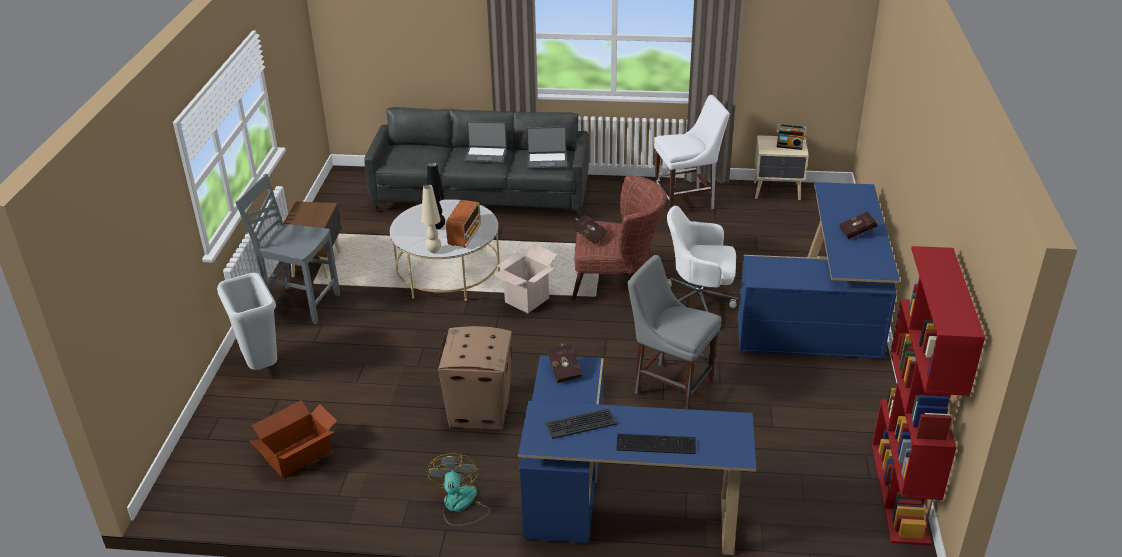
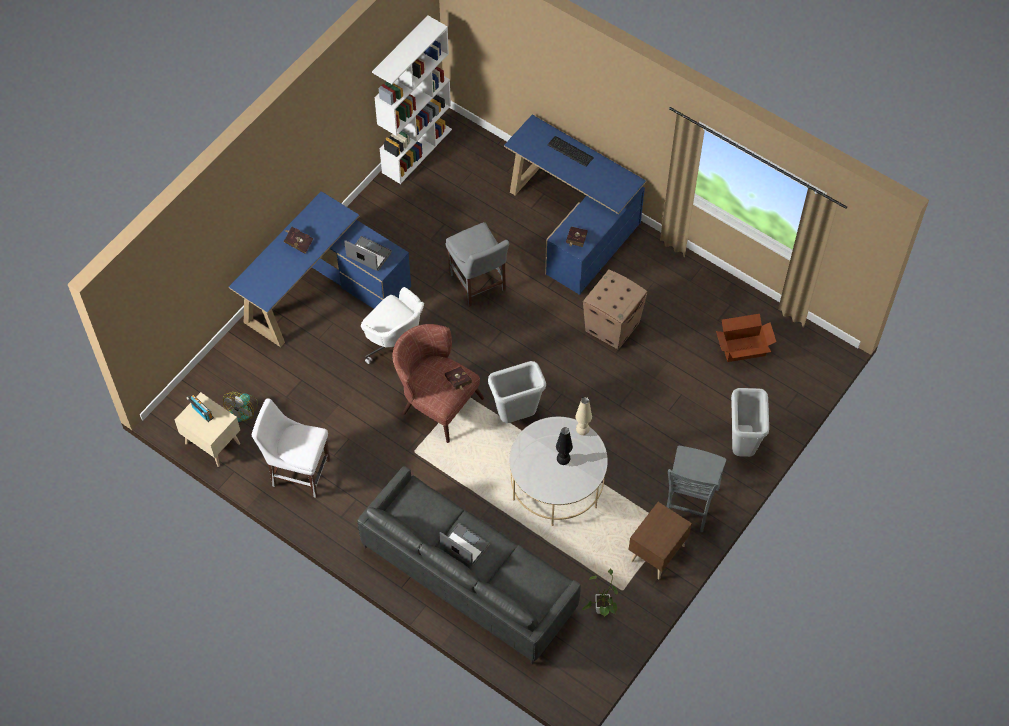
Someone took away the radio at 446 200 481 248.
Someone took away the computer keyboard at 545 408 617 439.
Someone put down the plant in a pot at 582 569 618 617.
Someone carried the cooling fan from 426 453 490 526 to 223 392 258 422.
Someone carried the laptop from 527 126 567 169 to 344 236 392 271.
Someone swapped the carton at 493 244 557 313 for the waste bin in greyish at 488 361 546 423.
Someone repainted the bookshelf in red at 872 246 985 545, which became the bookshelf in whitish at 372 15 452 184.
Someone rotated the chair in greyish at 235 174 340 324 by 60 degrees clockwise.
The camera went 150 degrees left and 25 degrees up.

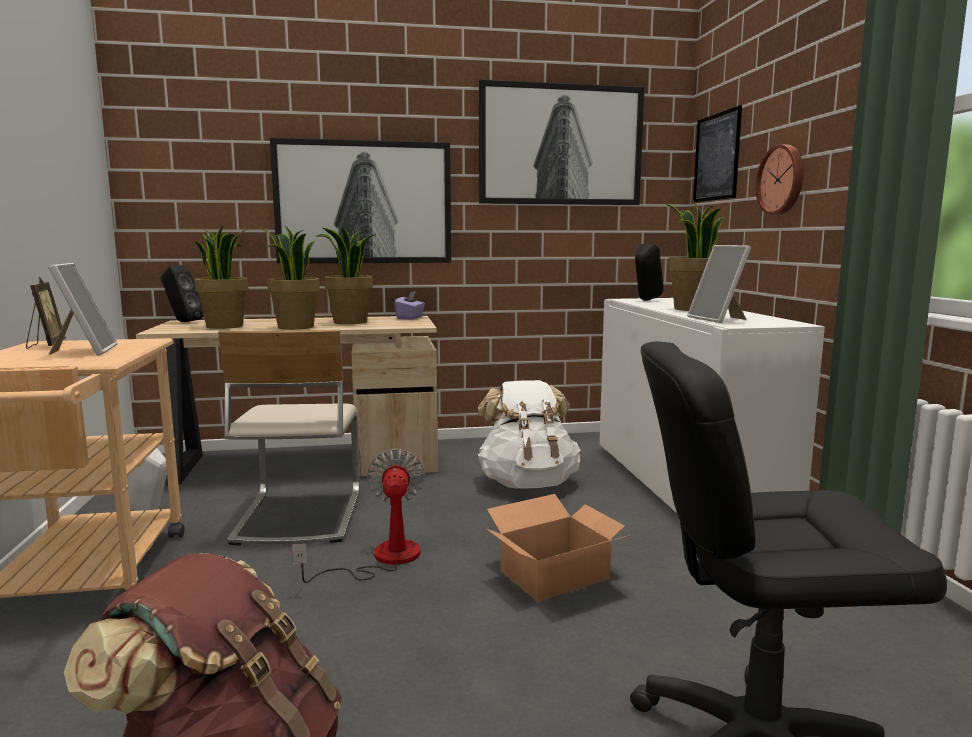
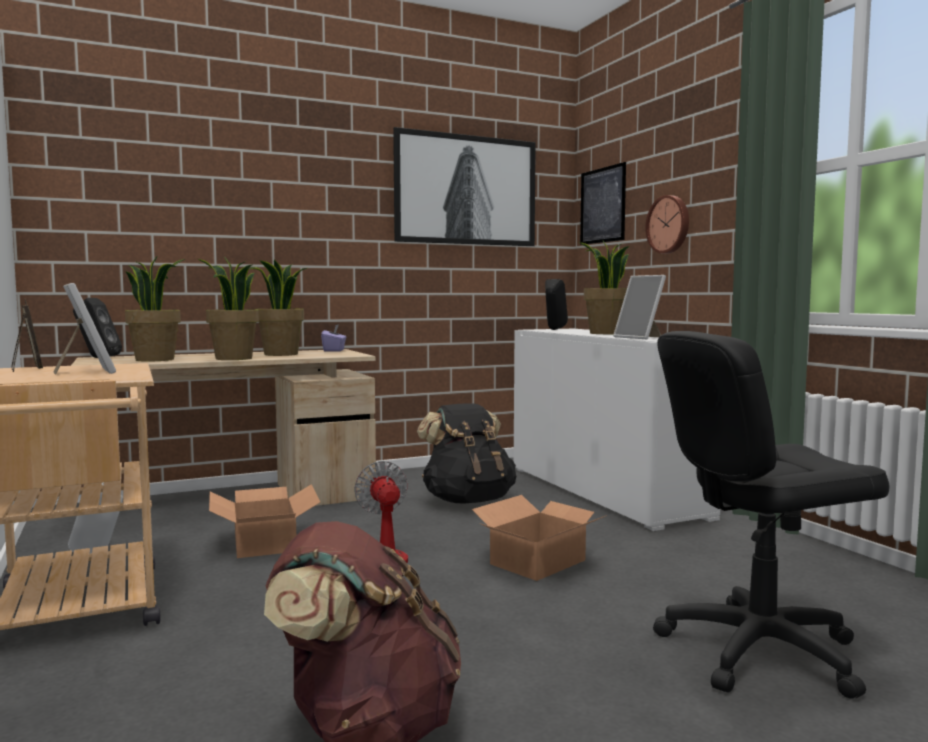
Someone took away the wall picture at 270 138 451 264.
Someone swapped the chair in beige at 218 330 360 545 for the carton at 209 484 320 558.
Someone repainted the rucksack in whitish at 477 380 580 489, which became the rucksack in blackish at 417 403 516 503.
The camera went 15 degrees left and 5 degrees down.

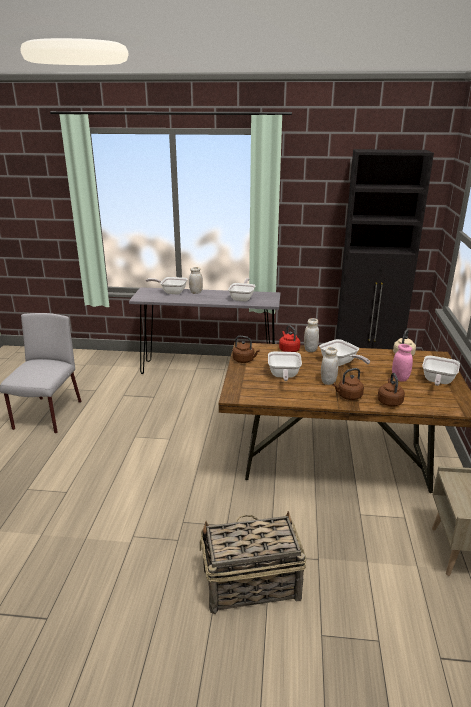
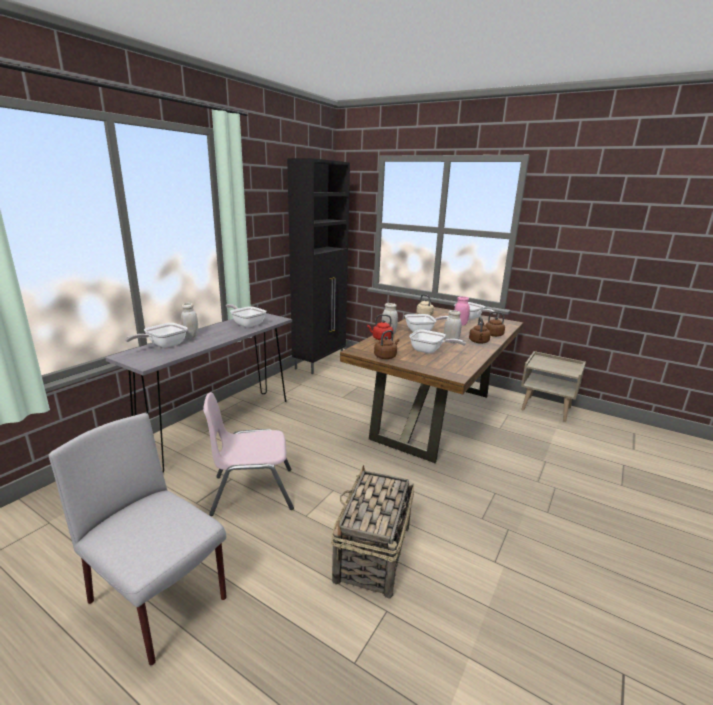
Someone put down the chair in pink-coloured at 203 392 294 516.
Someone carried the storage basket from 200 511 306 614 to 331 465 414 599.
The camera went 65 degrees left and 5 degrees down.

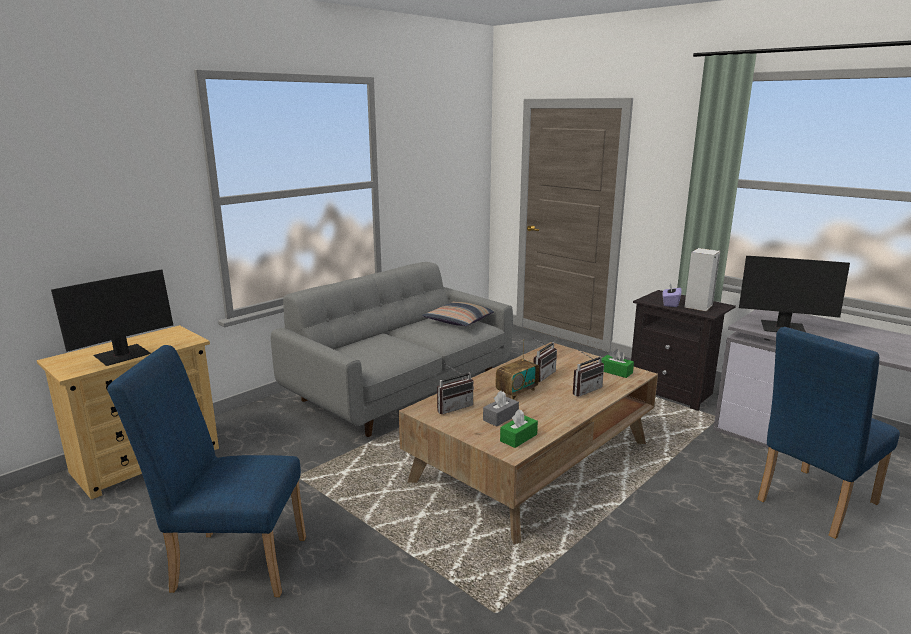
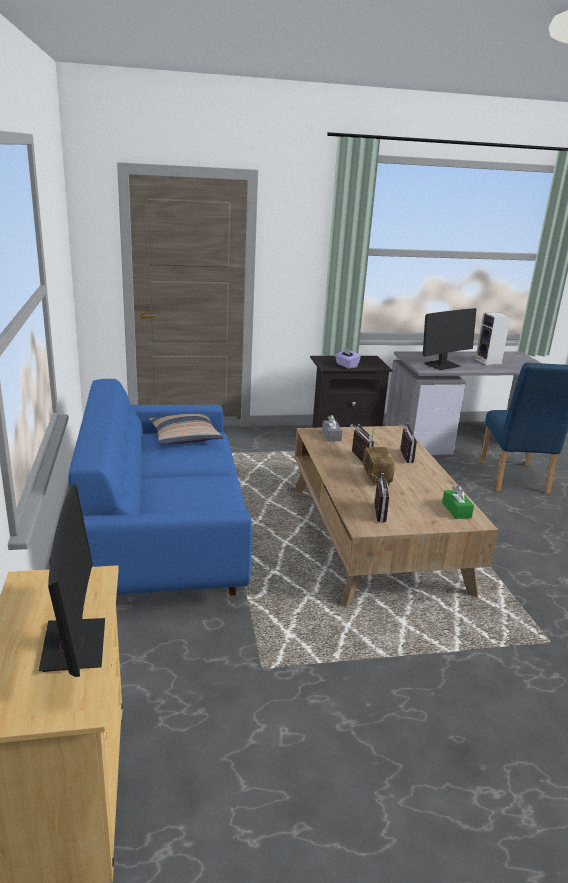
Someone took away the chair in bluish at 107 345 306 597.
Someone took away the tissue holder in green-coloured at 601 349 634 378.
Someone carried the tissue holder in greyish from 483 391 519 427 to 322 415 342 442.
Someone carried the speaker from 684 248 720 311 to 475 312 511 365.
Someone repainted the couch in greyish at 271 262 513 437, which became the couch in bluish at 68 379 253 596.
The camera went 55 degrees left and 5 degrees up.

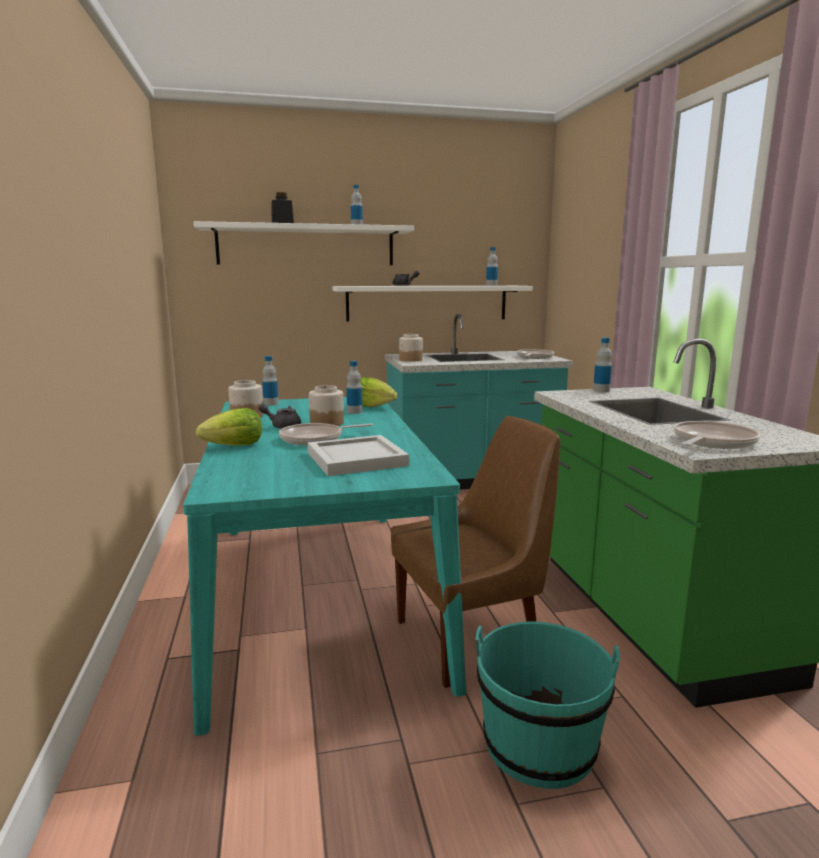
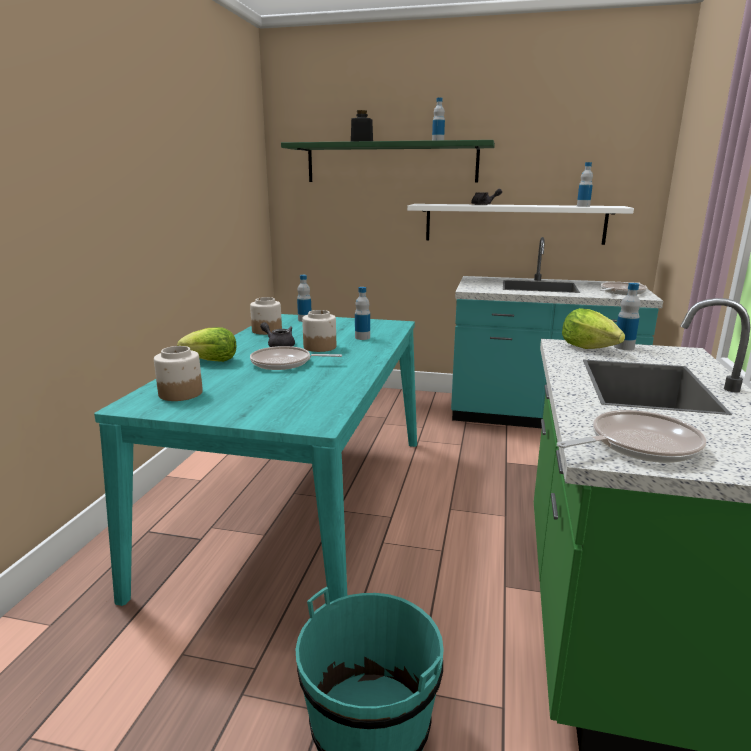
Someone took away the carrying tray in whitish at 308 435 409 476.
Someone took away the chair in brownish at 391 416 561 688.
Someone carried the lettuce head from 360 377 397 407 to 562 308 625 349.
Someone carried the storage jar from 399 334 423 362 to 154 346 203 401.
Someone repainted the bracket shelf in whitish at 194 221 414 265, which became the bracket shelf in green-coloured at 281 140 495 182.
The camera went 25 degrees right and 5 degrees up.

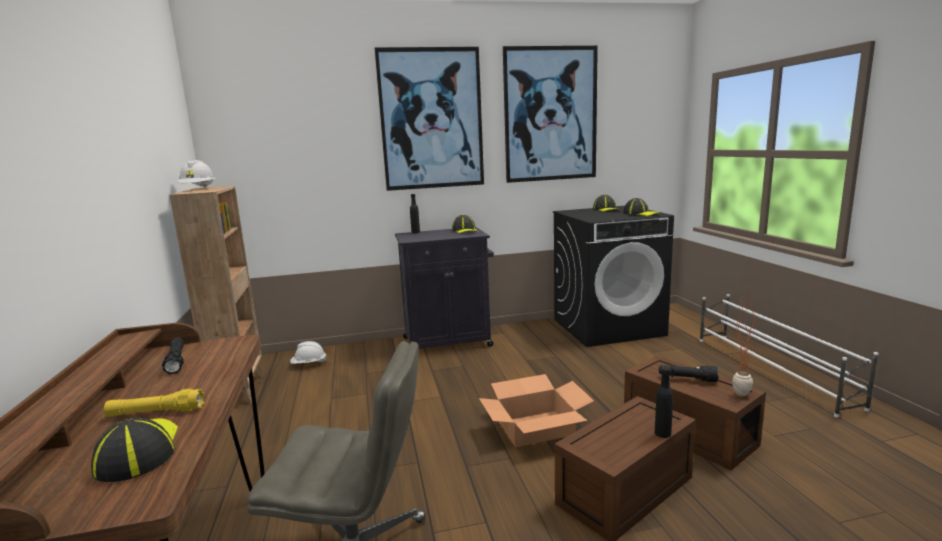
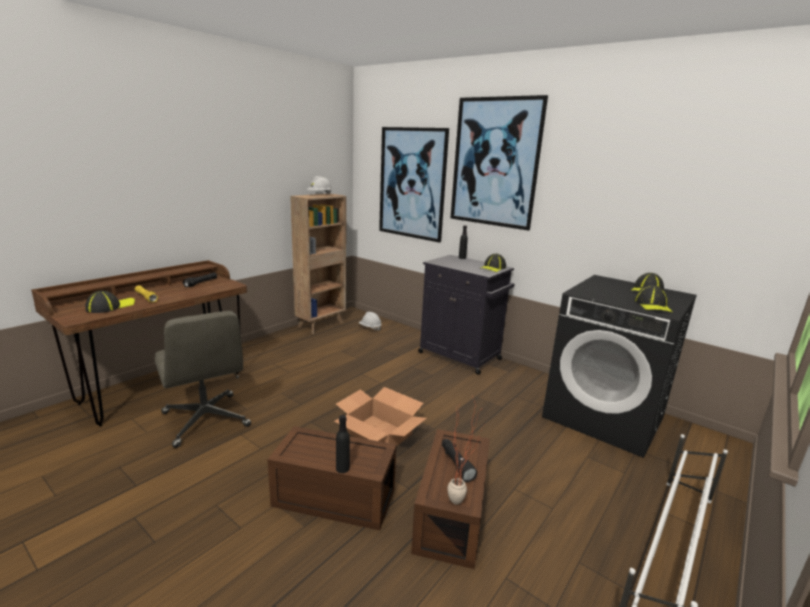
Someone carried the wall picture from 503 45 598 183 to 379 127 449 243.
The camera went 50 degrees right and 5 degrees up.

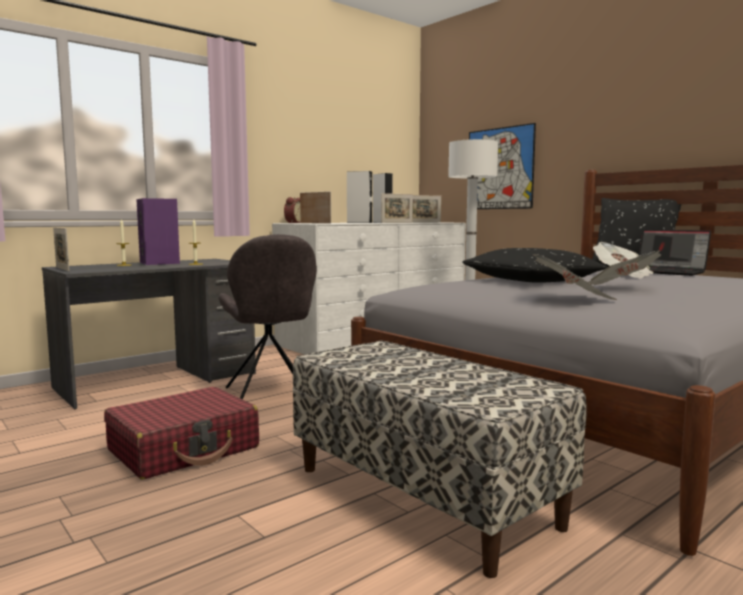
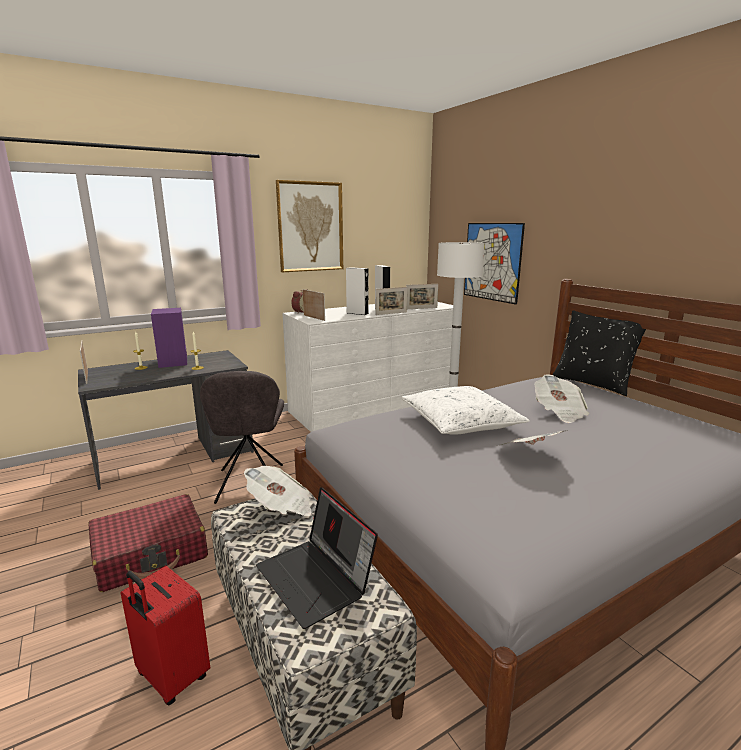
Someone put down the suitcase in red at 121 566 210 705.
Someone put up the wall picture at 276 180 343 272.
Someone carried the newspaper from 533 254 617 300 to 244 466 311 516.
Someone carried the laptop from 639 229 711 276 to 256 487 378 629.
Someone repainted the pillow in blackish at 462 248 608 283, which became the pillow in whitish at 402 386 530 435.
The camera went 10 degrees right and 10 degrees up.

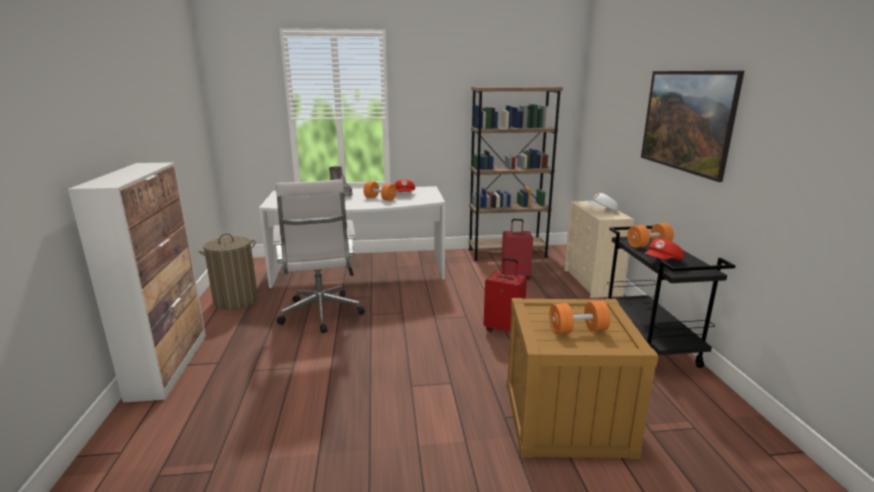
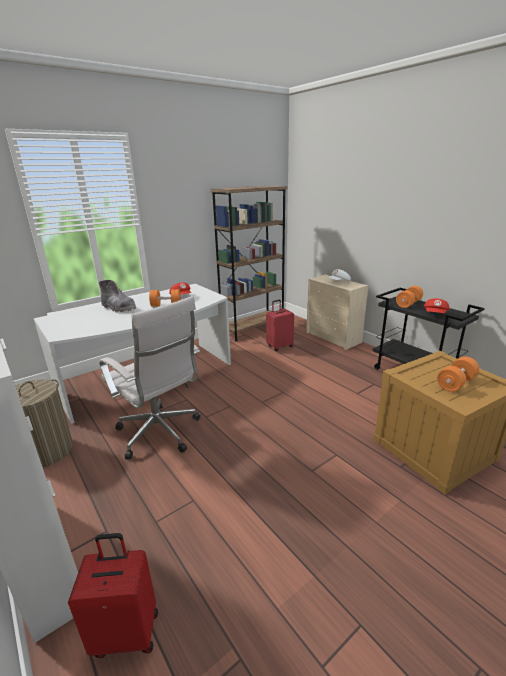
Someone took away the wall picture at 641 71 744 182.
Someone carried the suitcase in red from 484 258 527 332 to 68 533 158 658.
The camera went 30 degrees left and 5 degrees up.

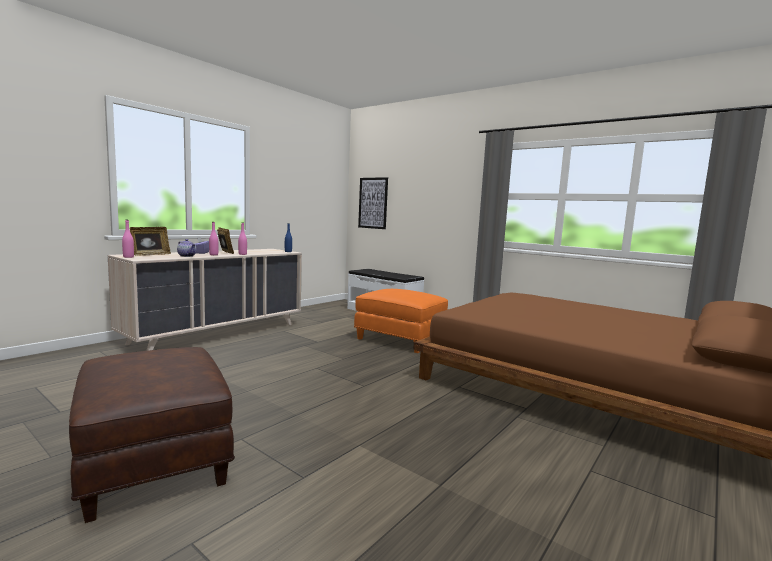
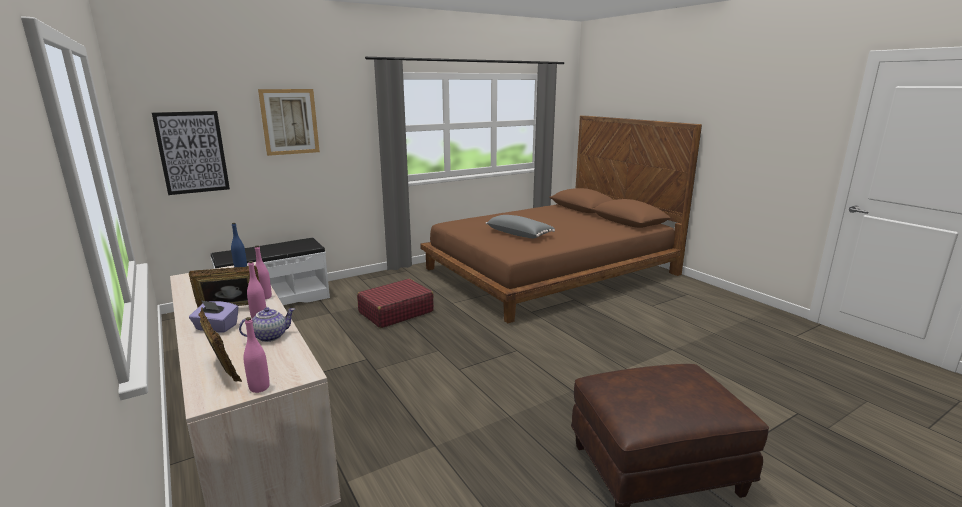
Someone put up the wall picture at 258 89 320 156.
Someone put down the pillow in greyish at 486 215 555 238.
Someone swapped the pouffe in orange at 354 289 448 353 for the suitcase in red at 357 279 434 328.
The camera went 70 degrees left and 10 degrees up.

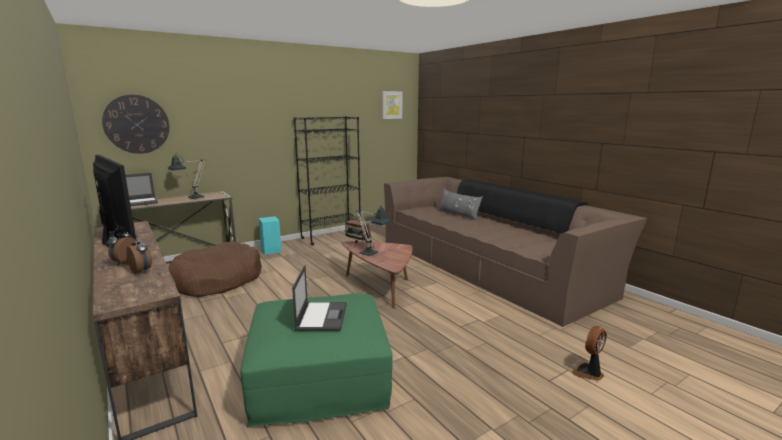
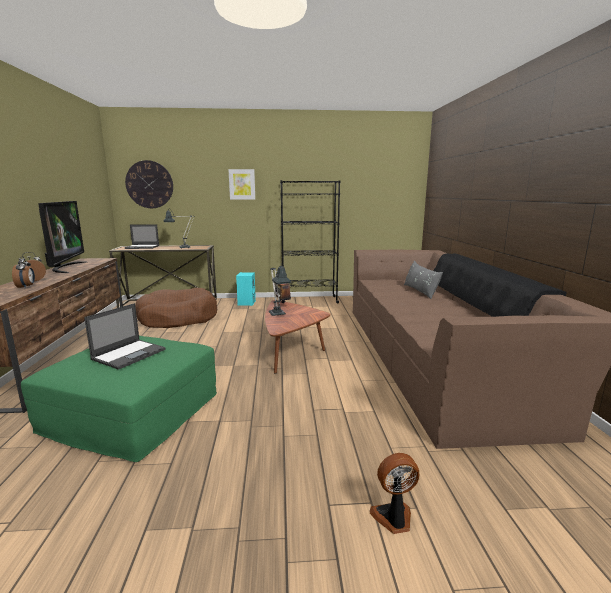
Someone carried the wall picture from 382 91 403 119 to 228 169 255 200.
The camera went 30 degrees right and 0 degrees up.

